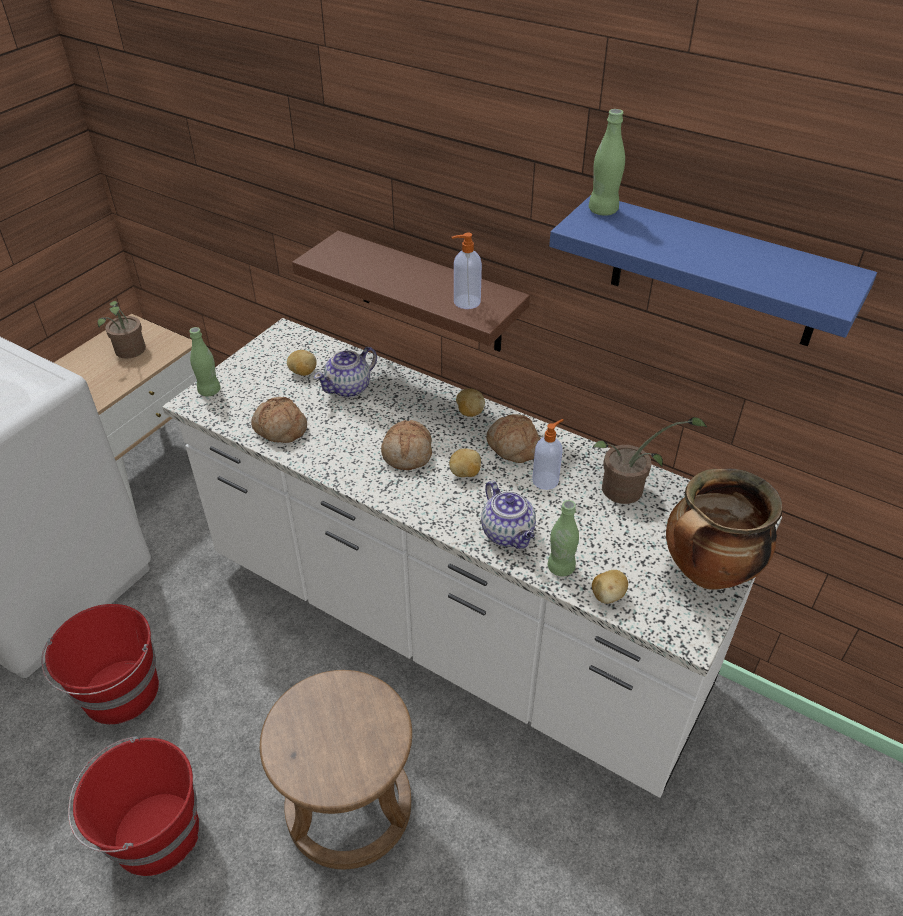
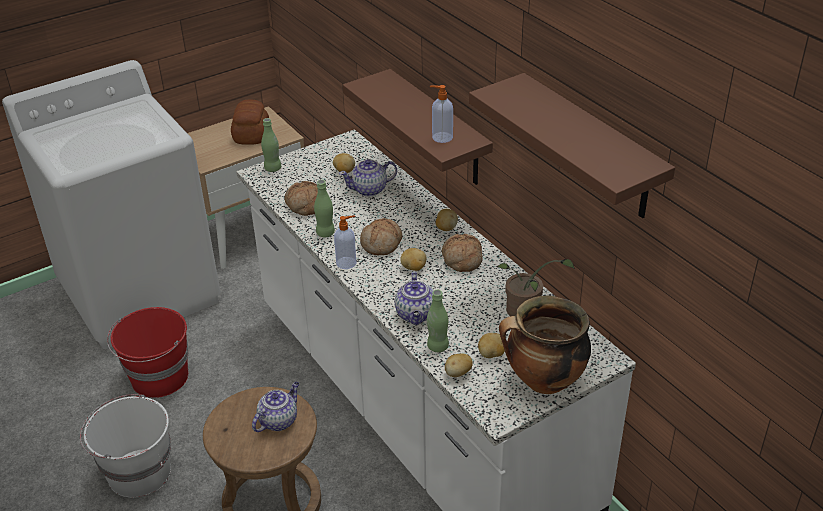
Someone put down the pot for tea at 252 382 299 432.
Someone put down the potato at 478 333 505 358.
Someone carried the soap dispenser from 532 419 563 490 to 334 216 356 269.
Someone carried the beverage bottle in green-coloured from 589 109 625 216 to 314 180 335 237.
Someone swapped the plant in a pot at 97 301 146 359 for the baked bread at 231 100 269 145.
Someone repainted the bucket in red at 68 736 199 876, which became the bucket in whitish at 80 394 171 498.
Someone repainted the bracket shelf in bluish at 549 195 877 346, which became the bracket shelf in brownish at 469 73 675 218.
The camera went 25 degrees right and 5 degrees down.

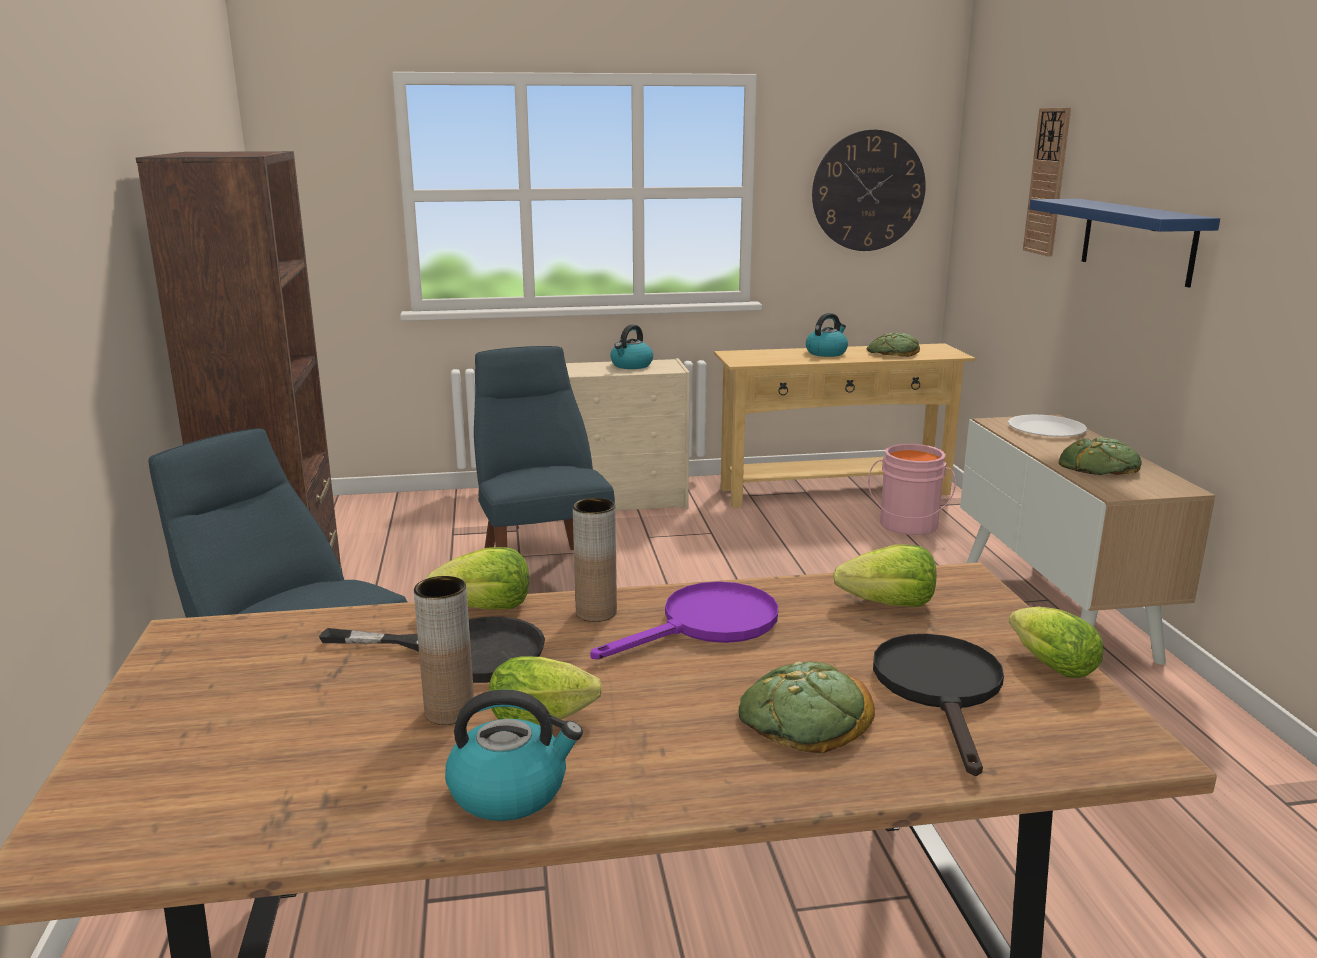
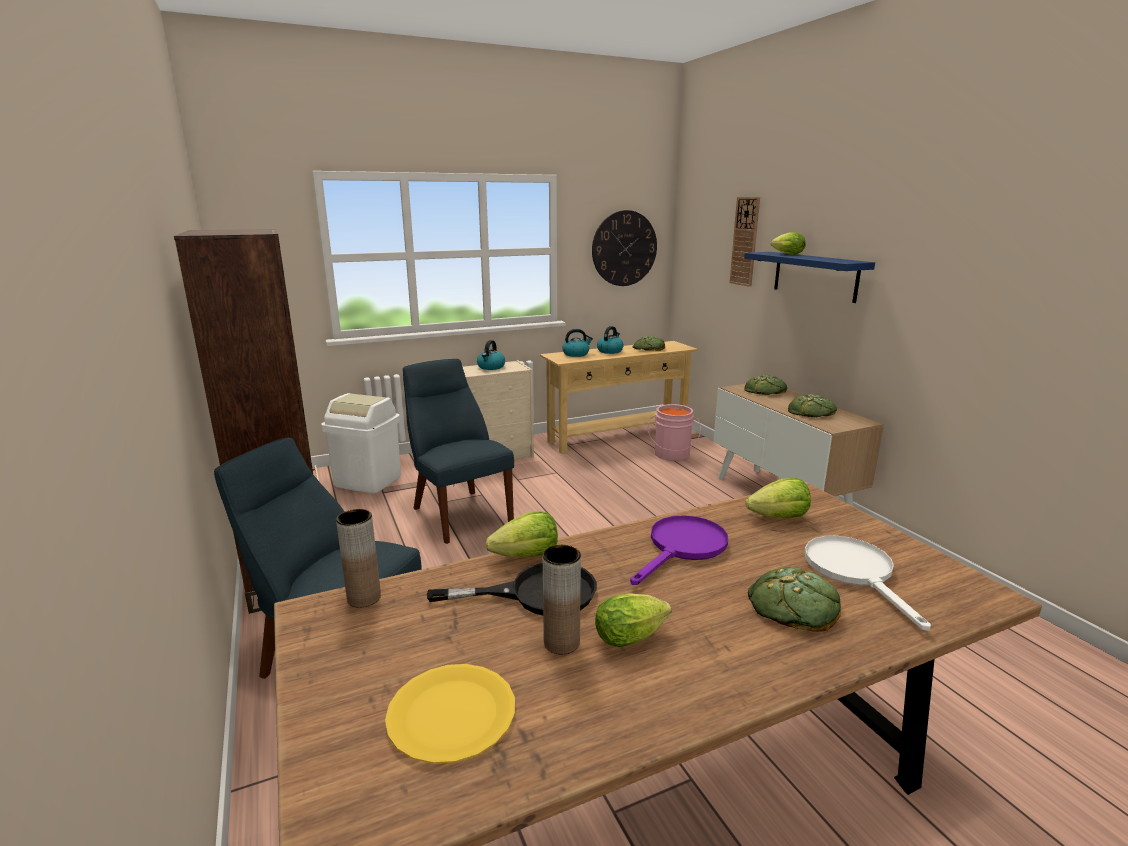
Someone put down the waste bin in whitish at 321 393 401 493.
Someone put down the dinner plate in yellowish at 385 664 515 764.
Someone carried the water kettle from 445 689 583 821 to 562 329 593 357.
Someone carried the vase in brownish from 573 498 617 622 to 336 509 381 608.
Someone carried the lettuce head from 1009 607 1103 678 to 771 232 806 255.
Someone swapped the dinner plate in whitish at 1008 414 1087 437 for the baked bread at 744 375 787 395.
Someone repainted the frying pan in blackish at 873 634 1004 776, which became the frying pan in whitish at 805 536 931 631.
The camera went 15 degrees left and 0 degrees up.

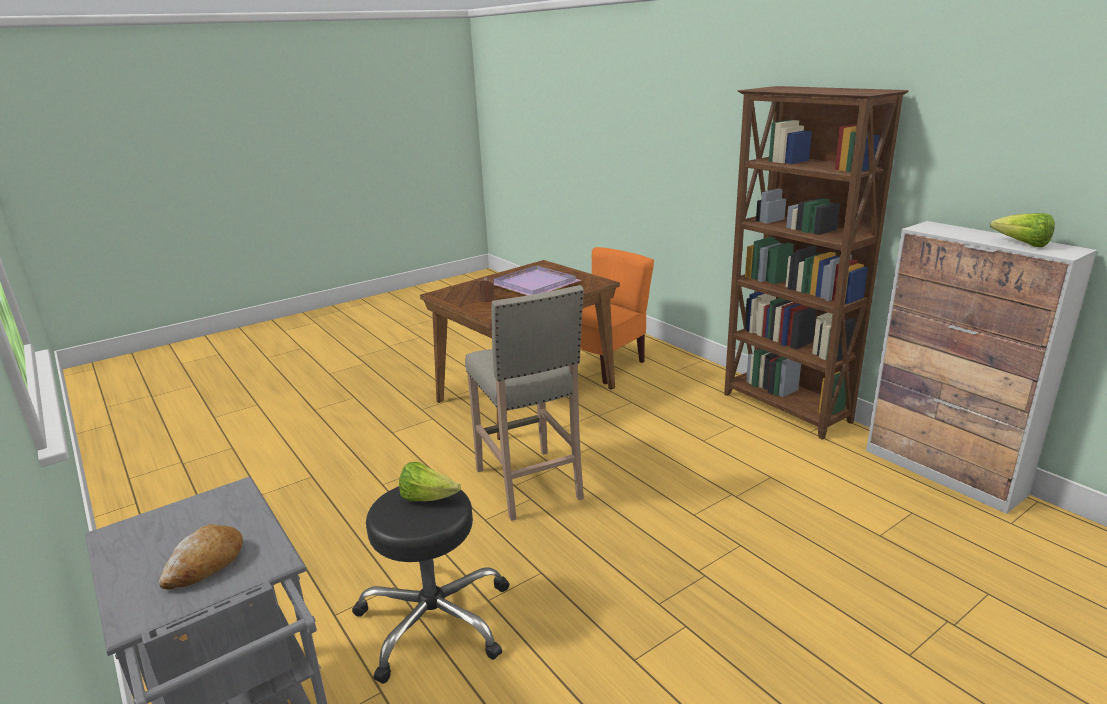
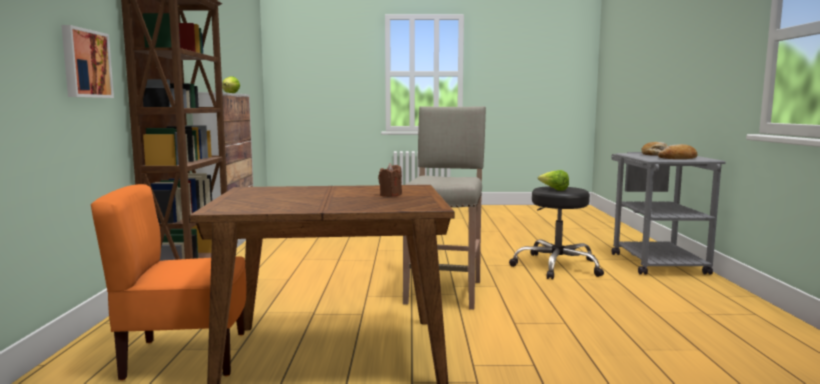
Someone took away the carrying tray in purplish at 494 265 581 295.
Someone put up the wall picture at 61 25 114 98.
Someone put down the baked bread at 658 144 697 159.
The camera went 145 degrees left and 15 degrees down.

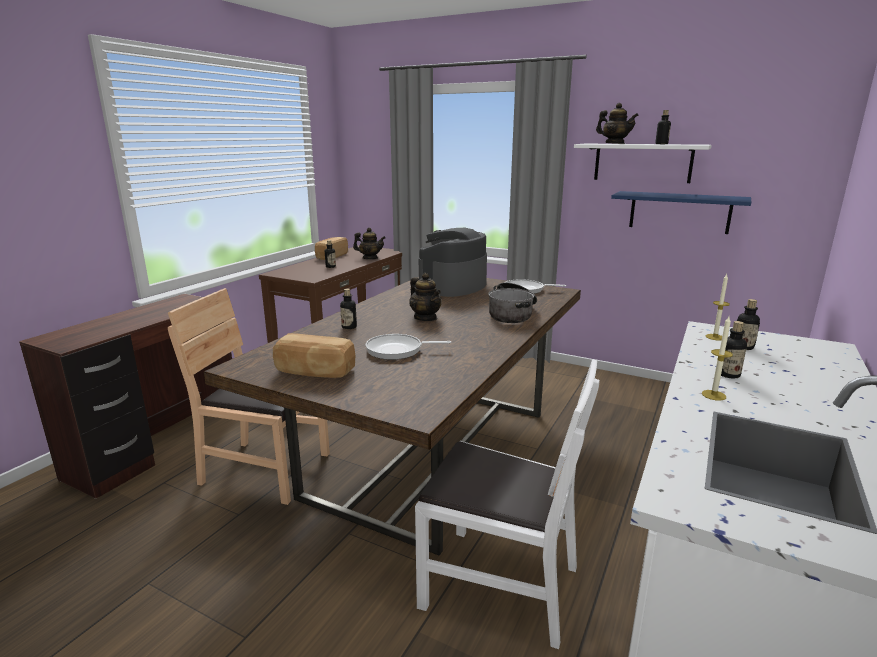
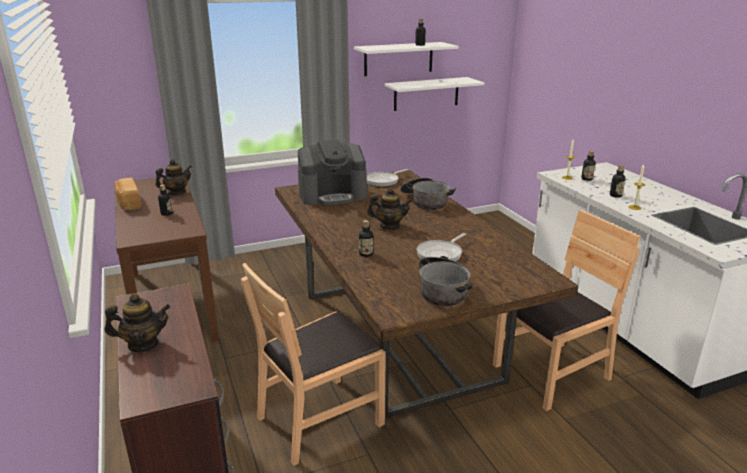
Someone carried the pot for tea from 596 103 639 144 to 105 294 171 352.
Someone swapped the baked bread at 273 333 355 378 for the saucepot at 419 256 473 306.
Someone repainted the chair in whitish at 415 359 599 649, which became the chair in brownish at 493 210 641 411.
Someone repainted the bracket shelf in bluish at 611 191 751 234, which became the bracket shelf in whitish at 385 77 484 111.
Someone rotated the coffee machine at 419 228 487 297 by 90 degrees counterclockwise.
The camera went 50 degrees left and 5 degrees up.

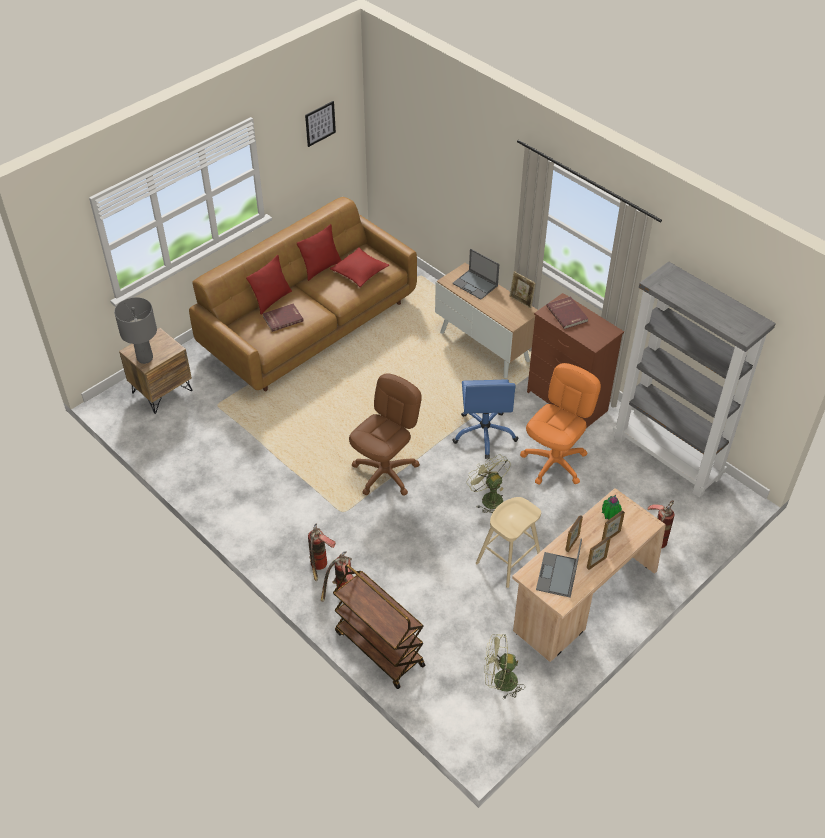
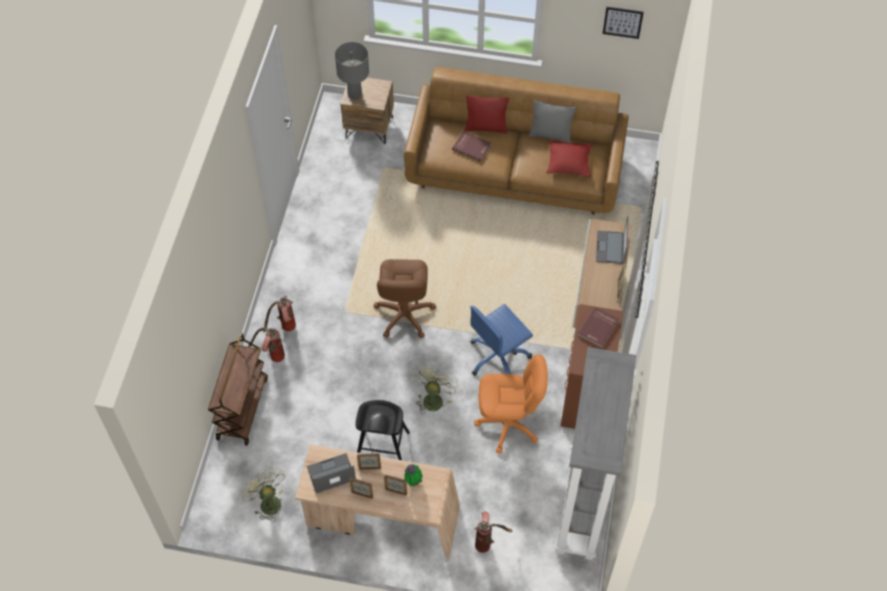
Someone repainted the pillow in red at 297 224 342 281, which became the pillow in greyish at 529 100 576 143.
Someone repainted the stool seat in beige at 476 497 541 588, which became the stool seat in blackish at 355 400 410 460.
Someone rotated the office chair in brownish at 349 373 422 496 by 90 degrees clockwise.
The camera went 55 degrees right and 10 degrees up.

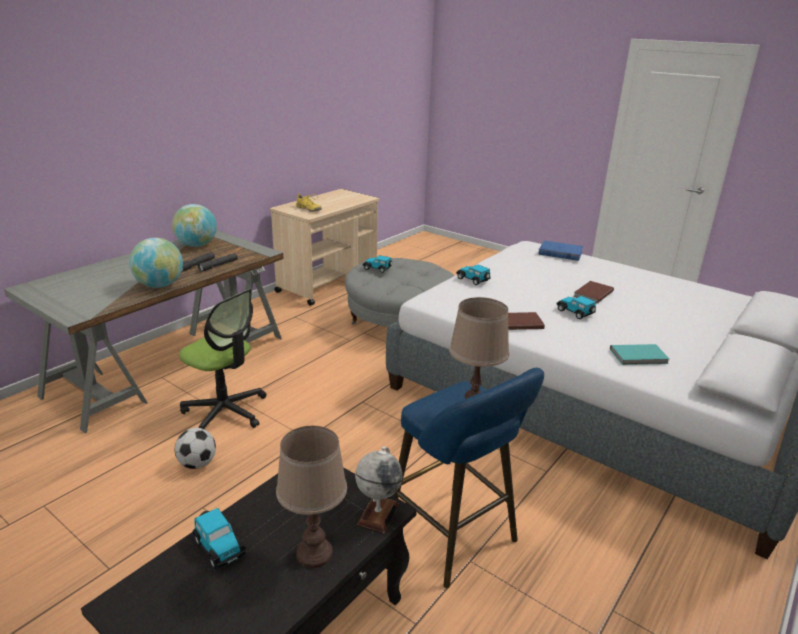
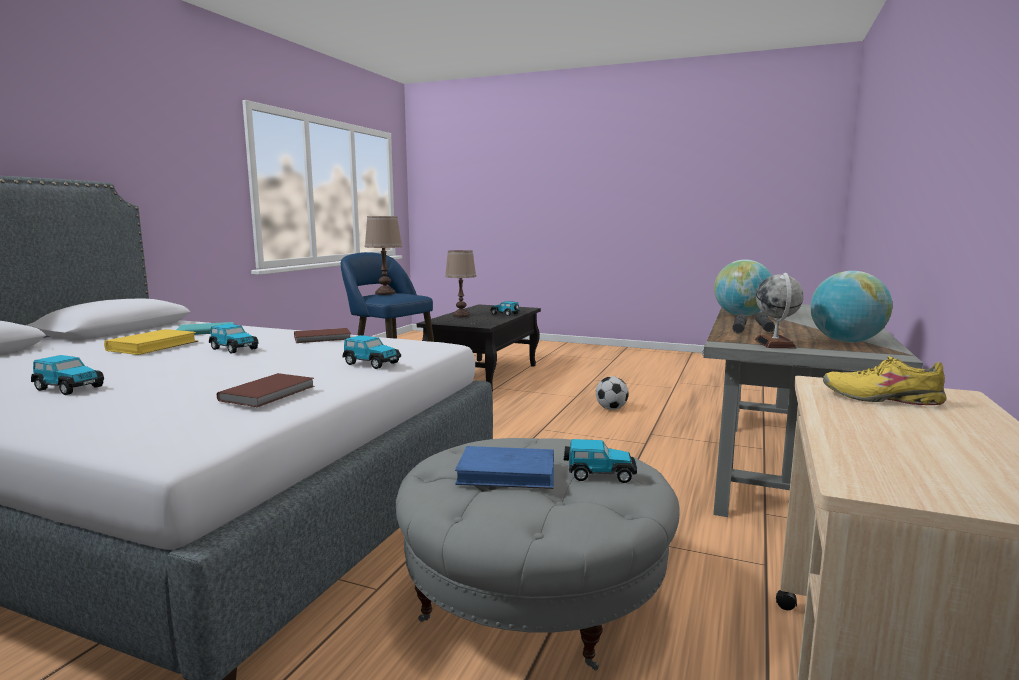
Someone took away the office chair at 179 289 267 429.
Someone put down the model car at 31 355 104 395.
Someone put down the bound book in yellowish at 104 329 199 355.
Someone carried the world globe from 355 447 403 533 to 755 273 804 348.
Someone carried the bound book in bluish from 538 240 583 261 to 455 446 554 489.
Someone carried the bound book in brownish from 574 281 614 303 to 217 373 315 407.
The camera went 165 degrees right and 15 degrees down.

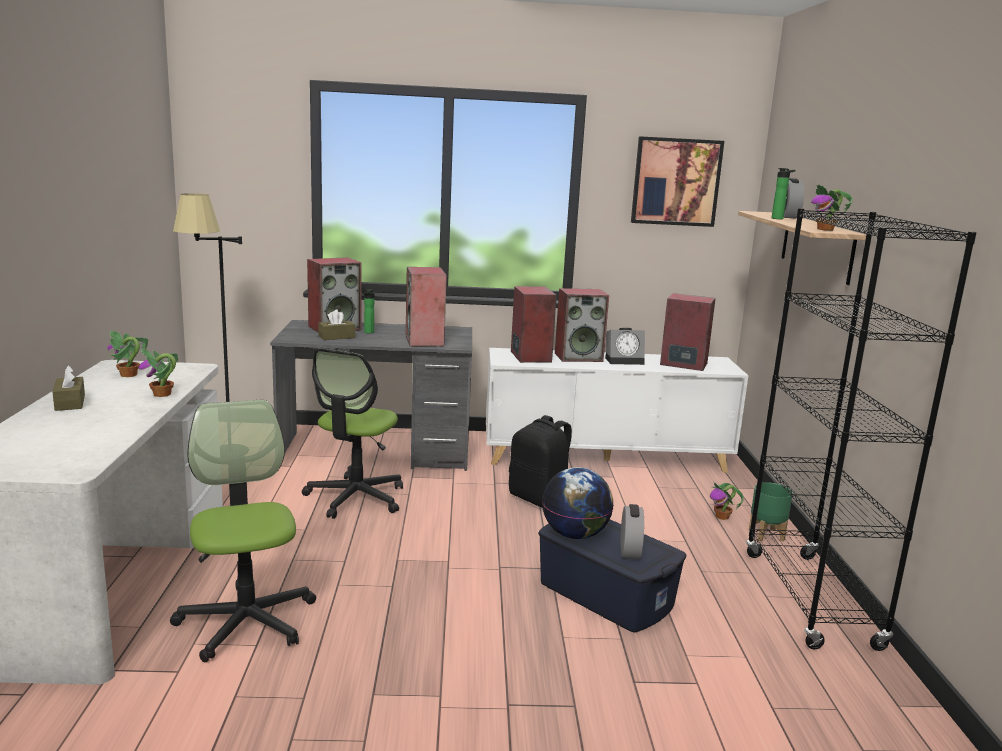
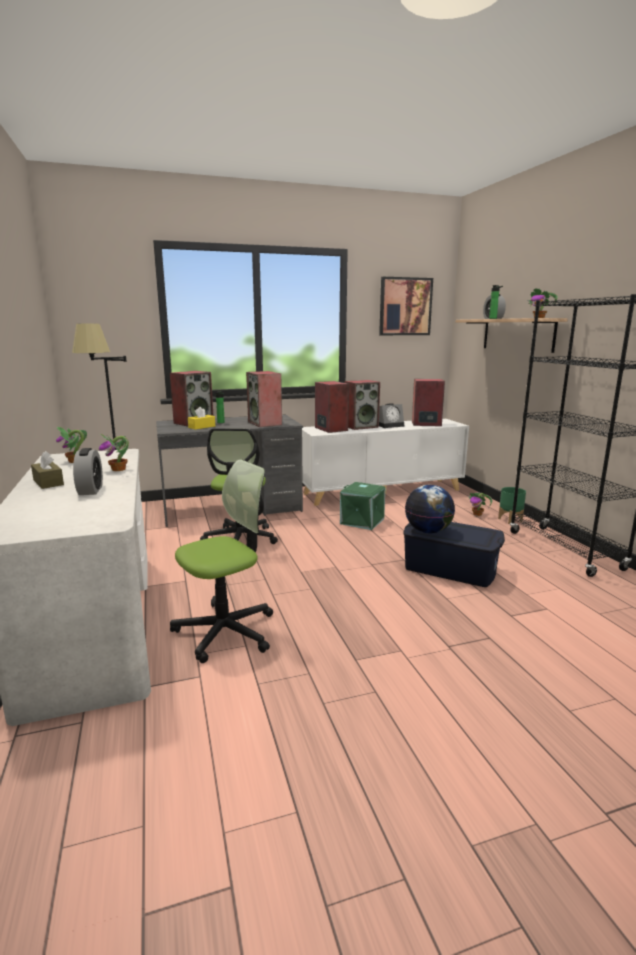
Someone carried the alarm clock from 620 504 644 559 to 73 448 103 495.
Someone swapped the rucksack in blackish at 509 415 572 508 for the storage box in green-coloured at 340 482 386 530.
Someone repainted the tissue holder in brownish at 318 310 355 340, which became the tissue holder in yellowish at 188 407 215 430.
Someone rotated the office chair at 170 400 316 662 by 90 degrees clockwise.
The camera went 15 degrees left and 0 degrees up.

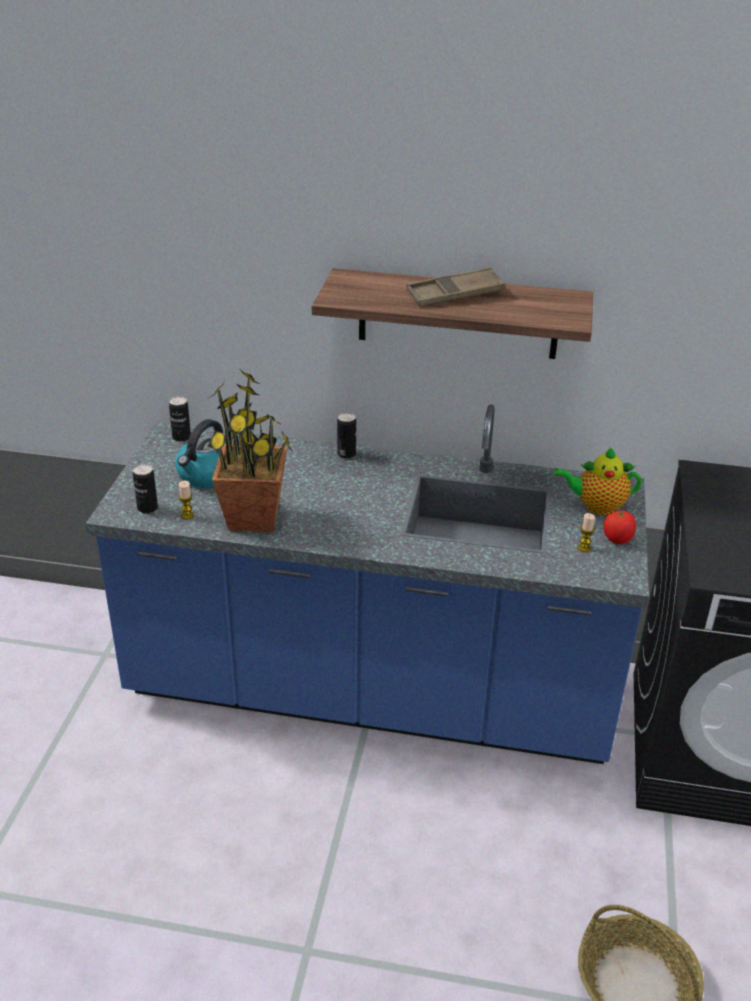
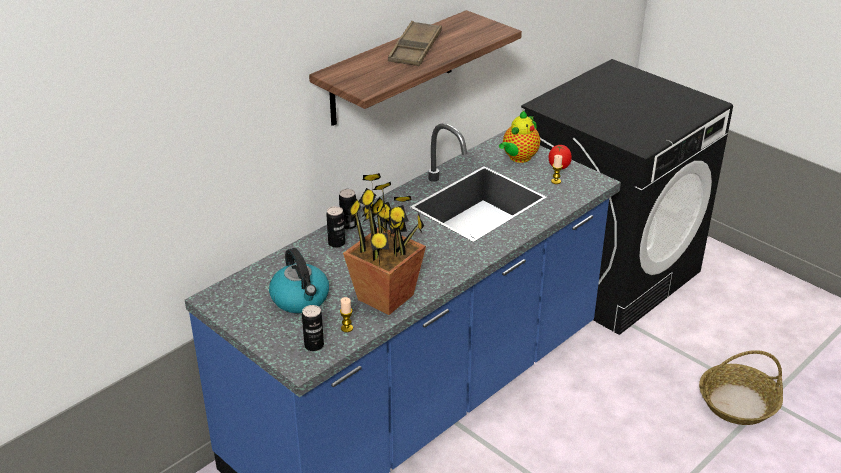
Someone carried the sealed can from 169 396 191 442 to 326 206 345 248.
The camera went 55 degrees left and 0 degrees up.

